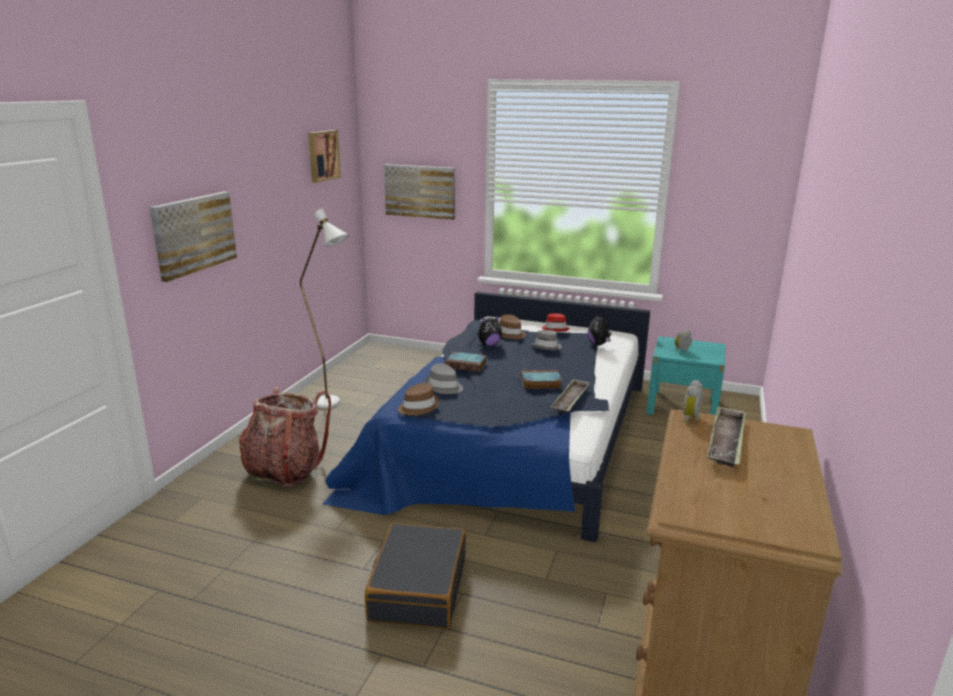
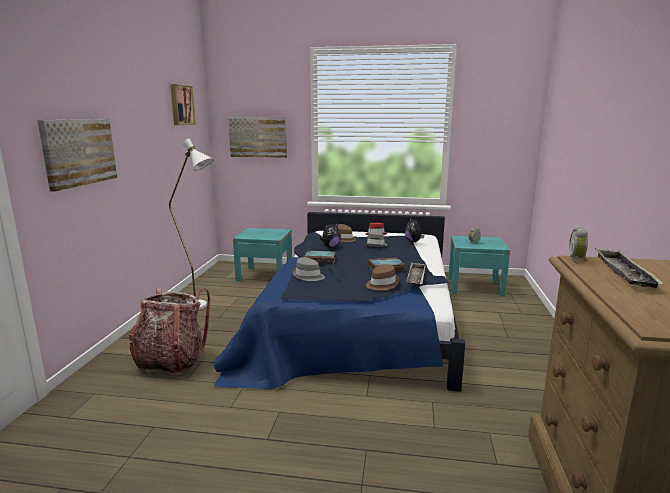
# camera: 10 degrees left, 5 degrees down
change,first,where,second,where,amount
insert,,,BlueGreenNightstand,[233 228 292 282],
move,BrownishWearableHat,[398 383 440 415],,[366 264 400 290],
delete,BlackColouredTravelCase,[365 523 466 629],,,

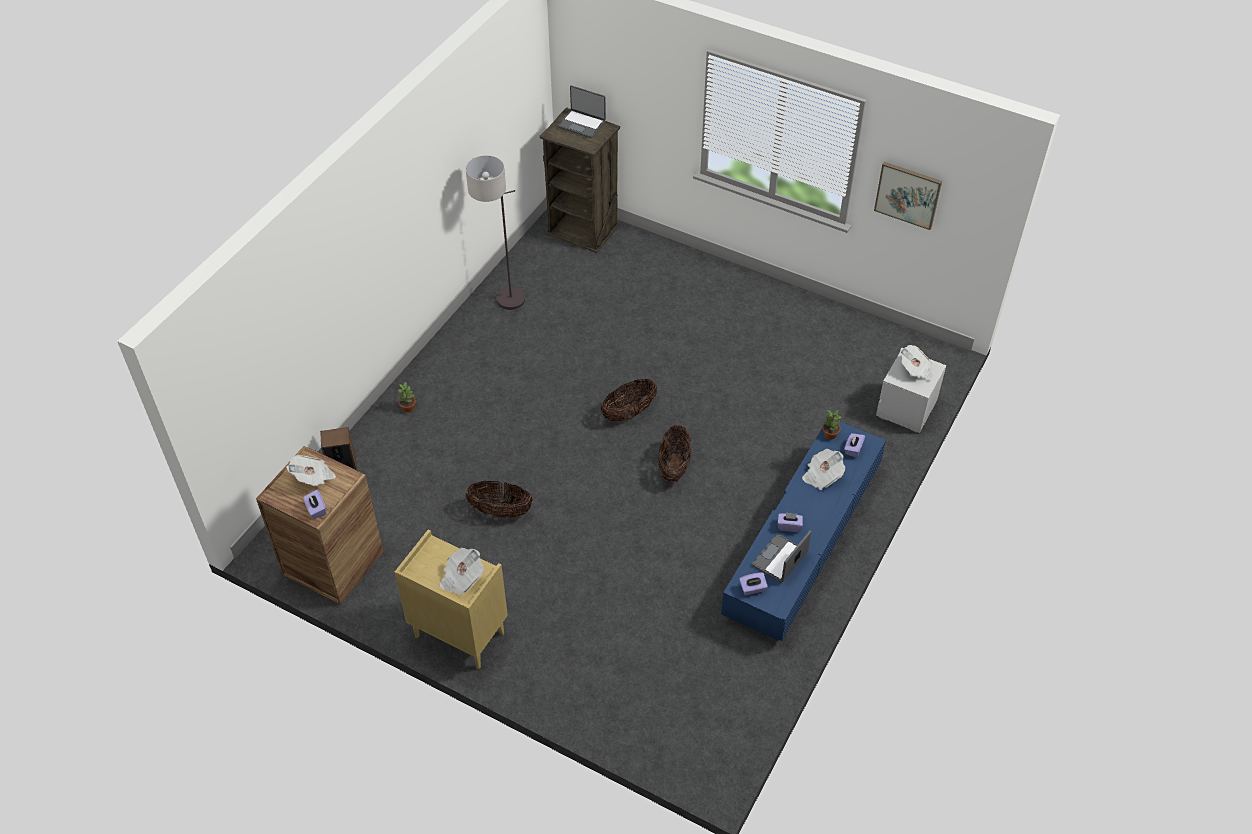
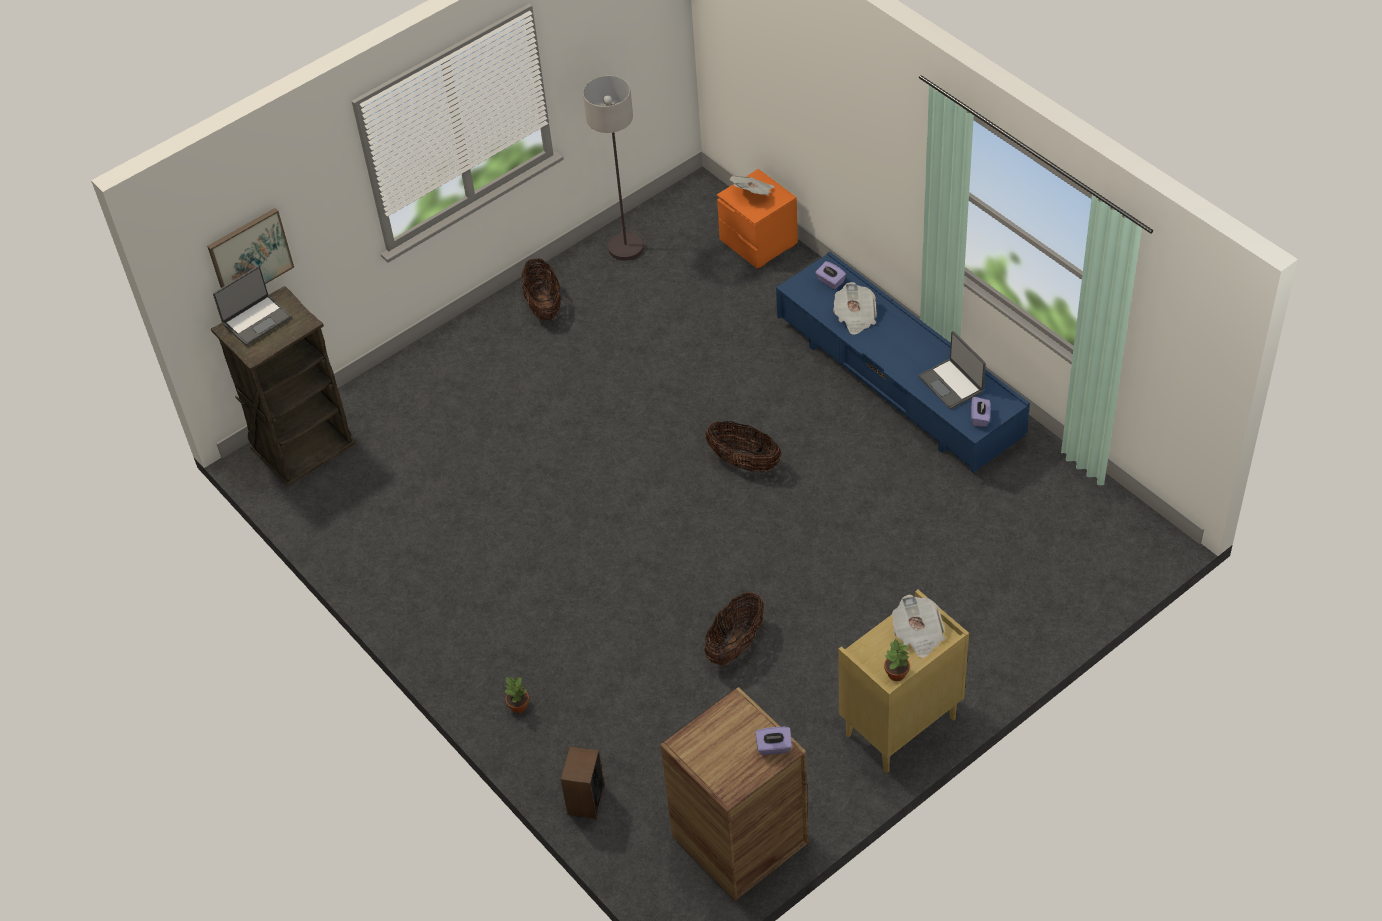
# camera: 65 degrees left, 0 degrees up
change,first,where,second,where,amount
move,WallPicture,[874 162 942 230],,[207 208 294 288],
move,Basket,[601 379 657 422],,[522 259 561 320],
move,GreyishStandardLamp,[466 155 525 310],,[583 76 644 261],
recolor,WhiteColouredNightstand,[876 353 946 433],OrangeNightstand,[717 169 798 268],
move,PlantInAPot,[823 410 841 440],,[884 638 910 681],
delete,Newspaper,[286 455 336 486],,,
delete,PurplishBoxOfTissues,[778 512 803 532],,,

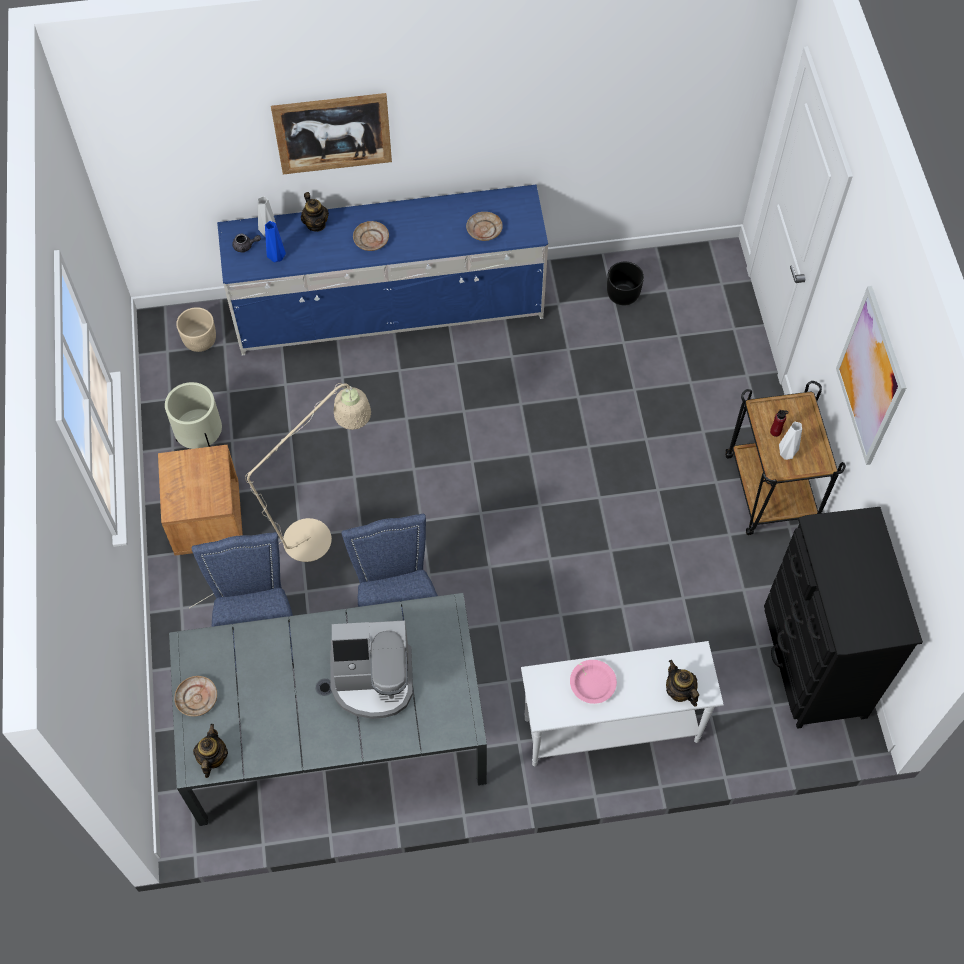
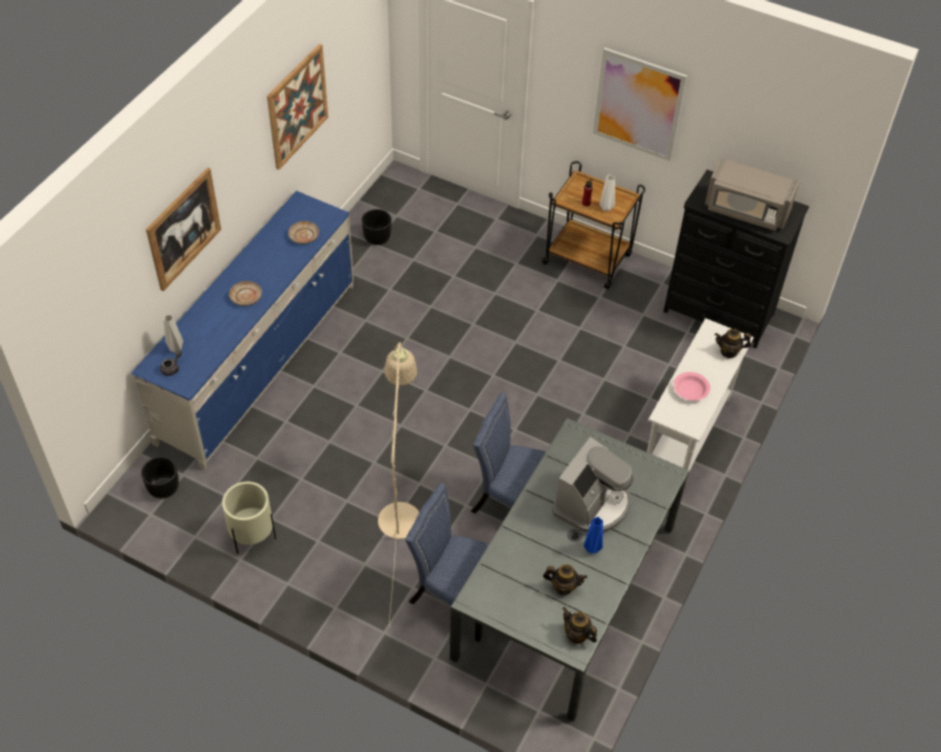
# camera: 55 degrees left, 10 degrees down
change,first,where,second,where,amount
recolor,BeigeColouredPlantPot,[176 307 216 352],BlackColouredPlantPot,[141 457 179 499],
insert,,,WallPicture,[267 44 328 170],
move,PotForTea,[301 192 329 232],,[543 564 587 595],
move,BluishFlowerVase,[265 221 286 262],,[584 517 603 554],
insert,,,GreyishMicrowaveOven,[705 158 799 231],
delete,BrownishNightstand,[158 445 243 556],,,
delete,BeigeColouredDinnerPlate,[174 676 217 717],,,

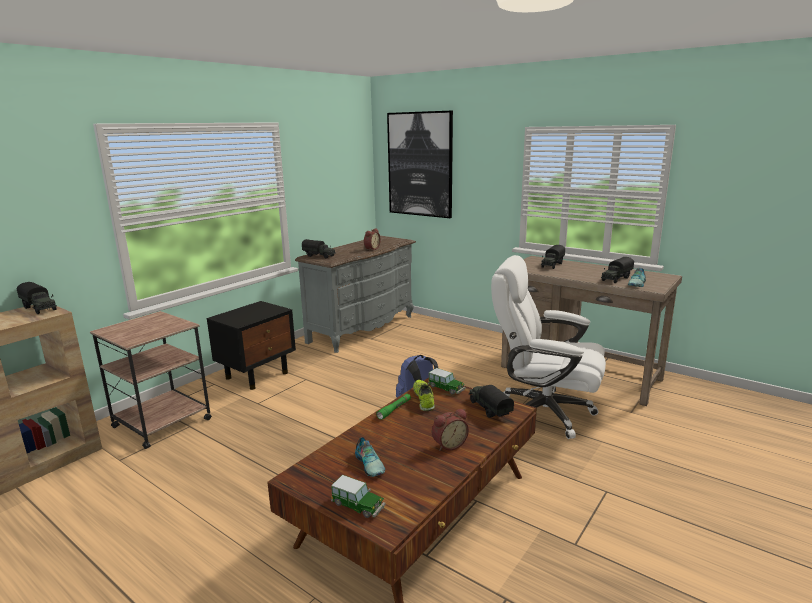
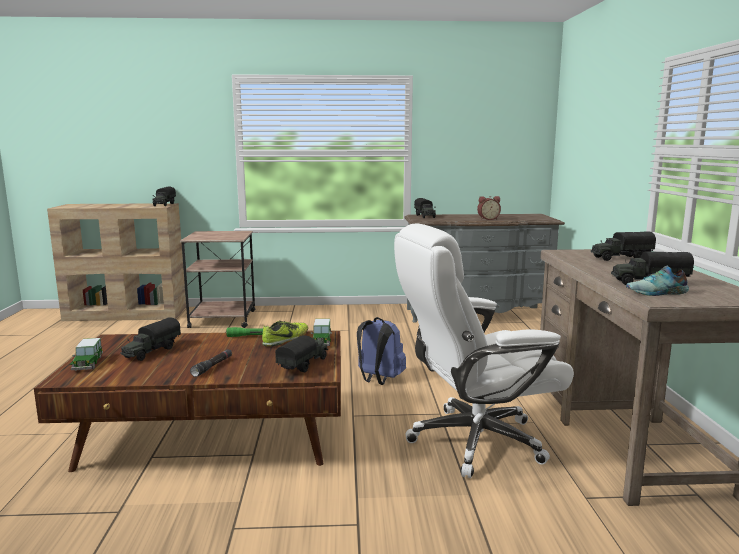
# camera: 50 degrees right, 5 degrees down
change,first,where,second,where,amount
replace,ItemOfFootwear,[355 437 385 477],ToyLorry,[120 317 181 361],
replace,BedsideClock,[432 409 469 451],BlackColouredFlashlight,[190 349 232 377],
rotate,WhiteColouredComputerChair,[491 255 606 439],,[394 223 574 478],90 degrees counterclockwise
delete,BlackColouredNightstand,[206 301 296 390],,,
delete,WallPicture,[387 111 453 218],,,

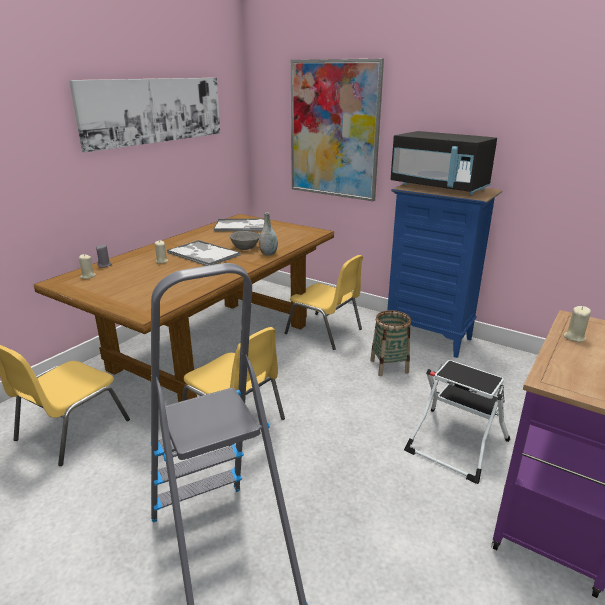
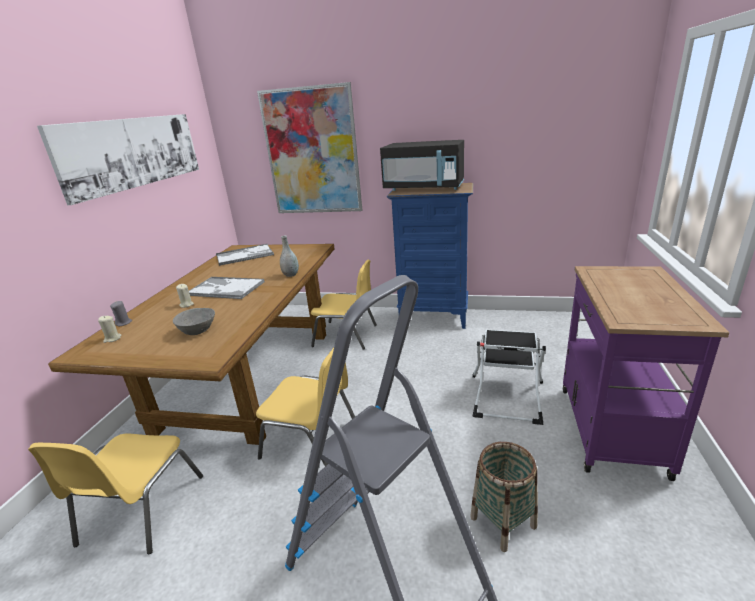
# camera: 20 degrees left, 0 degrees up
change,first,where,second,where,amount
move,GreyishBowl,[230 231 260 250],,[173 308 215 335],
move,Basket,[370 310 411 376],,[470 442 538 552],
delete,BeigeColouredWaxLight,[564 306 591 342],,,

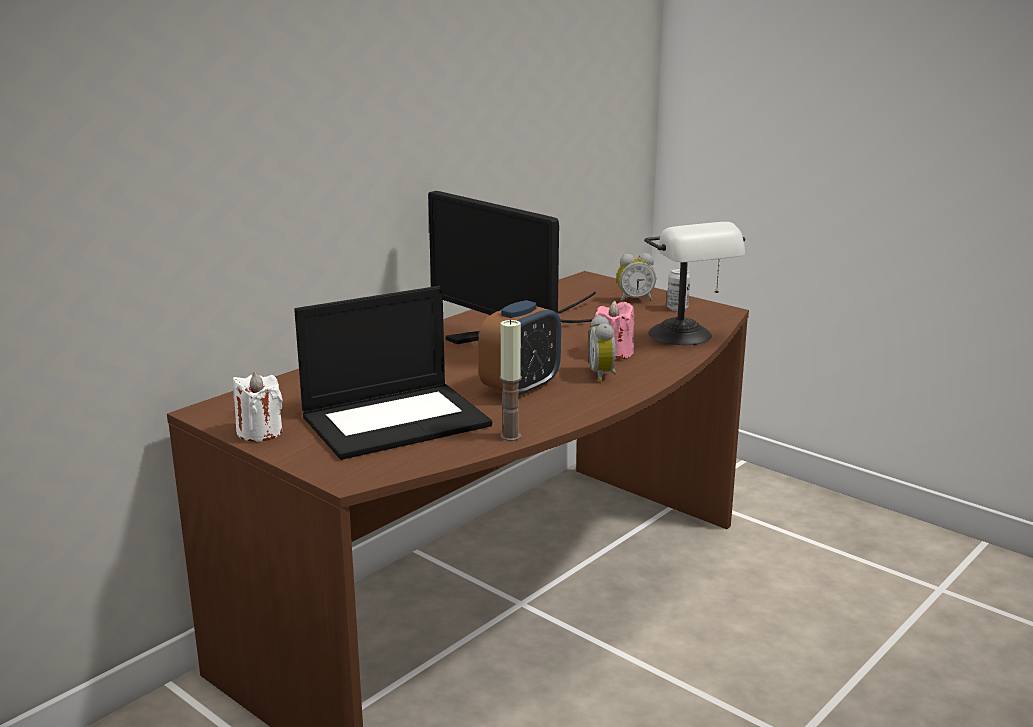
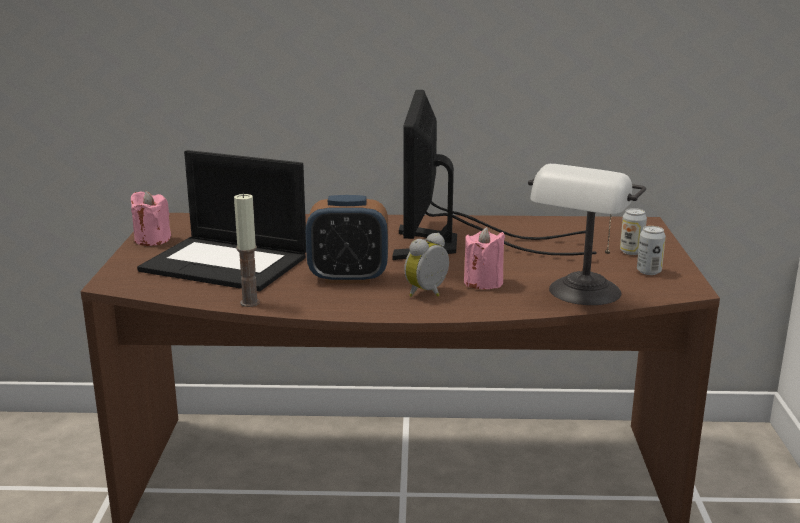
# camera: 50 degrees right, 0 degrees up
change,first,where,second,where,amount
recolor,WhiteColouredWaxLight,[233 373 283 442],PinkColouredWaxLight,[131 191 171 246],
replace,BedsideClock,[617 253 656 302],SealedCan,[620 208 647 255],

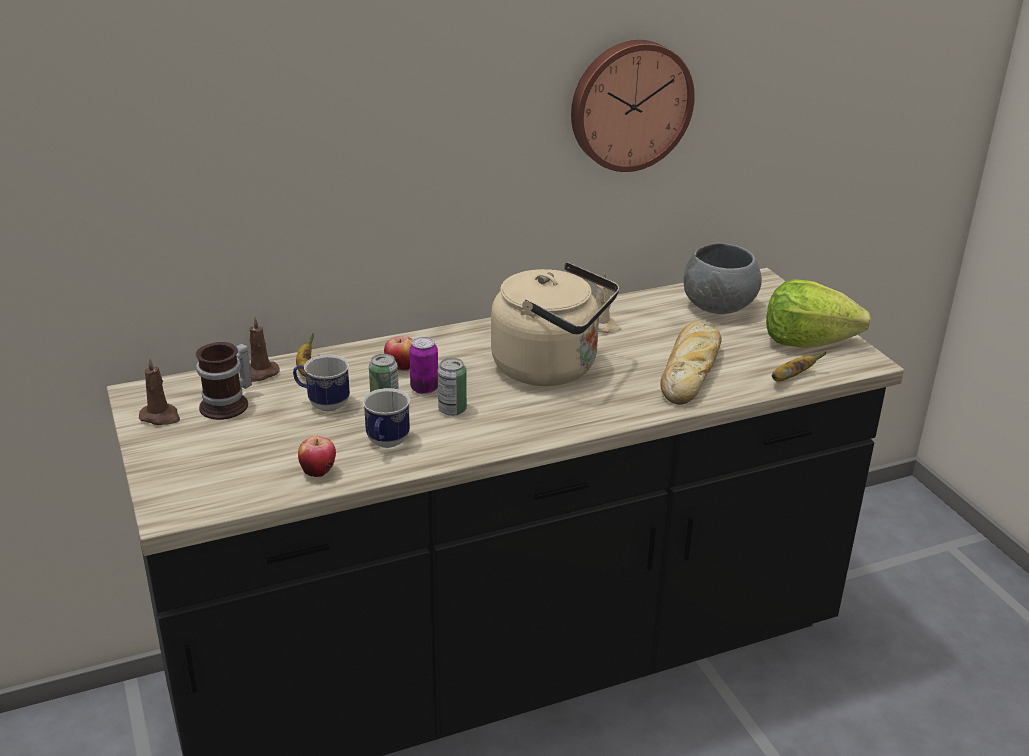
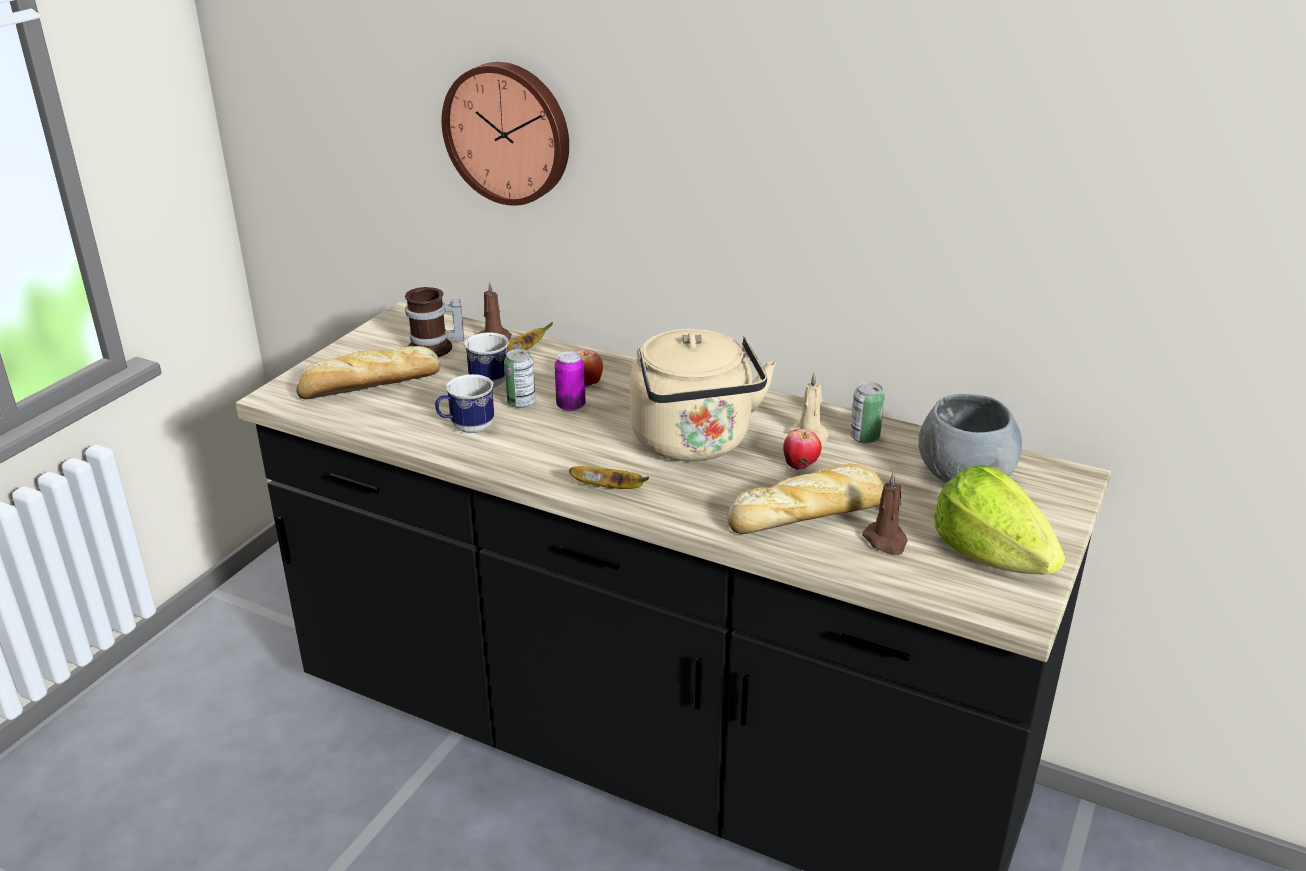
# camera: 50 degrees right, 0 degrees up
change,first,where,second,where,amount
insert,,,Bread,[296 346 440 399],
move,WallClock,[571 40 695 172],,[441 62 569 206],
move,WholeBanana,[772 352 827 382],,[569 466 649 489],
move,AppleFruit,[298 436 336 477],,[783 429 822 470],
move,SealedCan,[438 358 467 416],,[850 382 885 444],
move,BrownishWaxLight,[139 357 180 425],,[862 471 908 555],

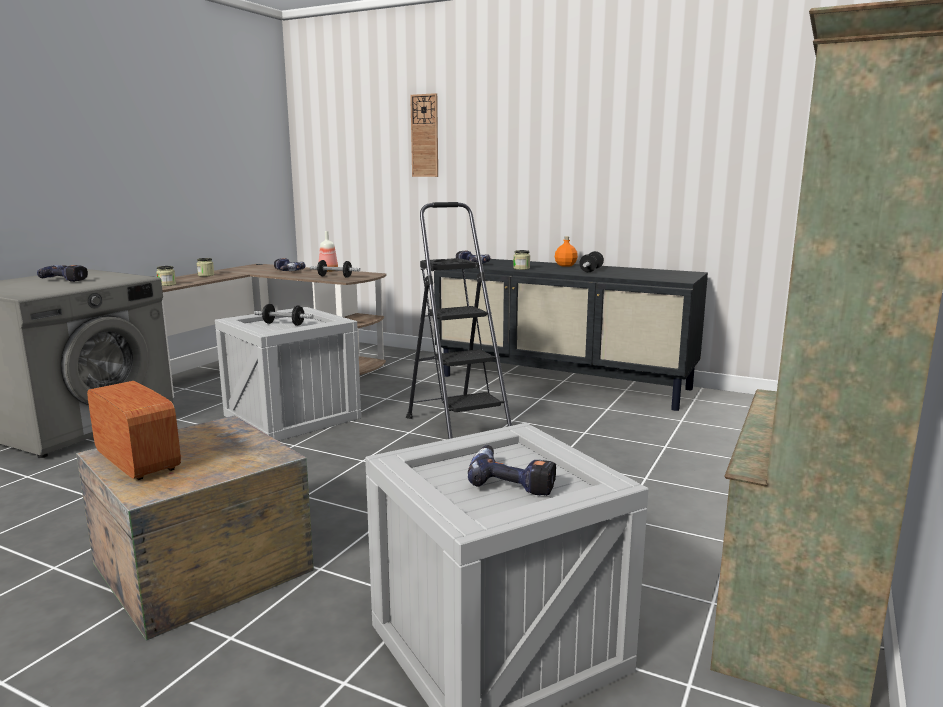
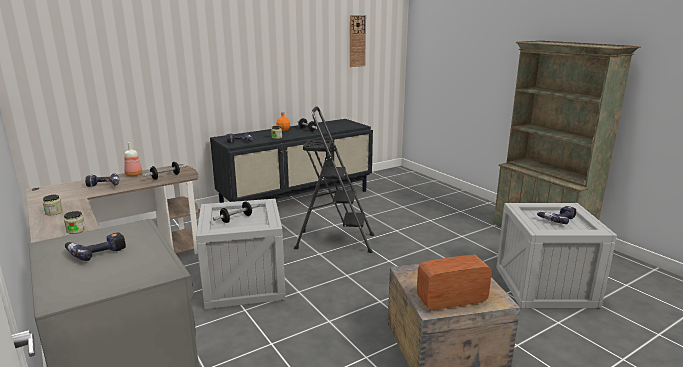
# camera: 60 degrees left, 5 degrees up
change,first,where,second,where,amount
move,WallClock,[410 93 438 177],,[350 15 366 67],

